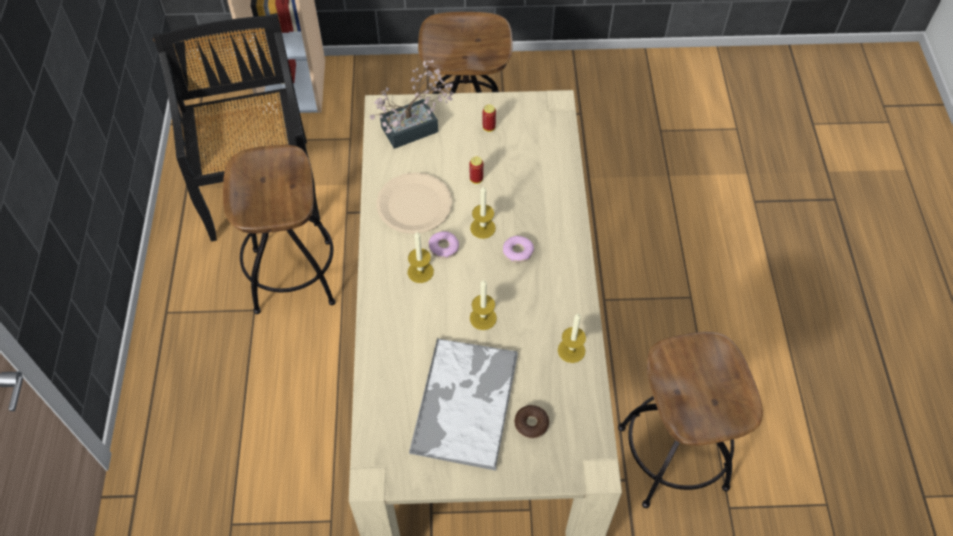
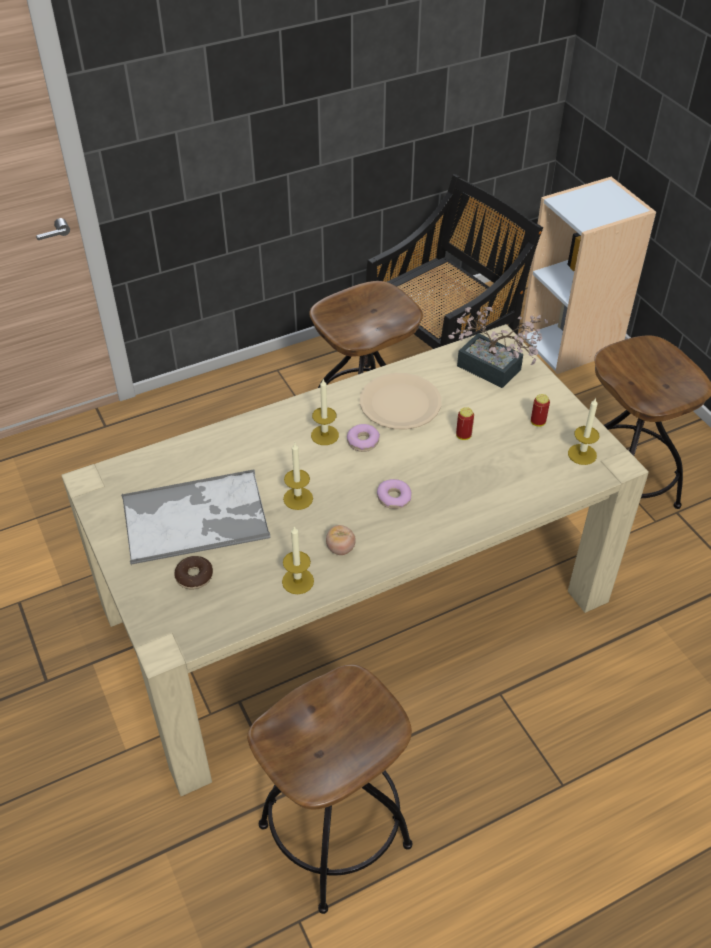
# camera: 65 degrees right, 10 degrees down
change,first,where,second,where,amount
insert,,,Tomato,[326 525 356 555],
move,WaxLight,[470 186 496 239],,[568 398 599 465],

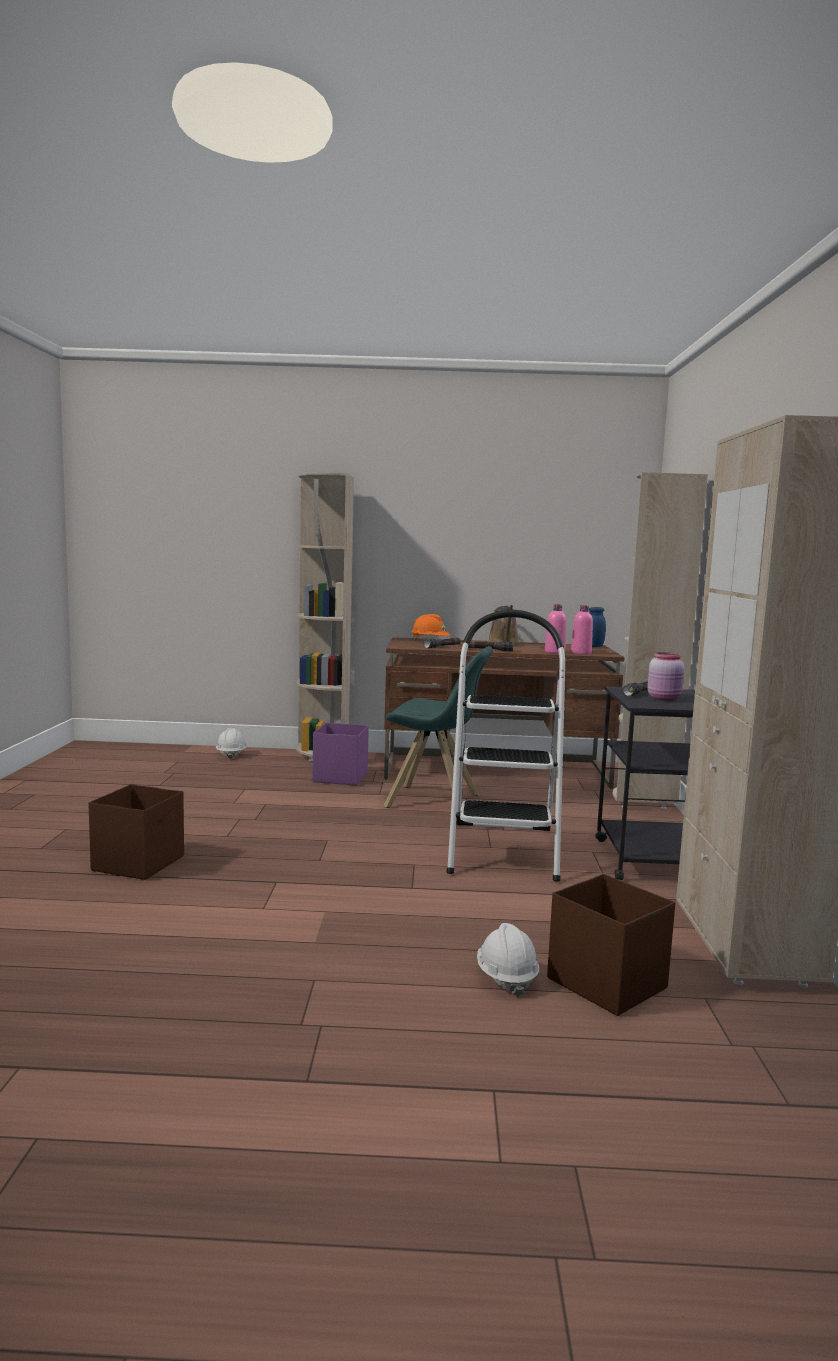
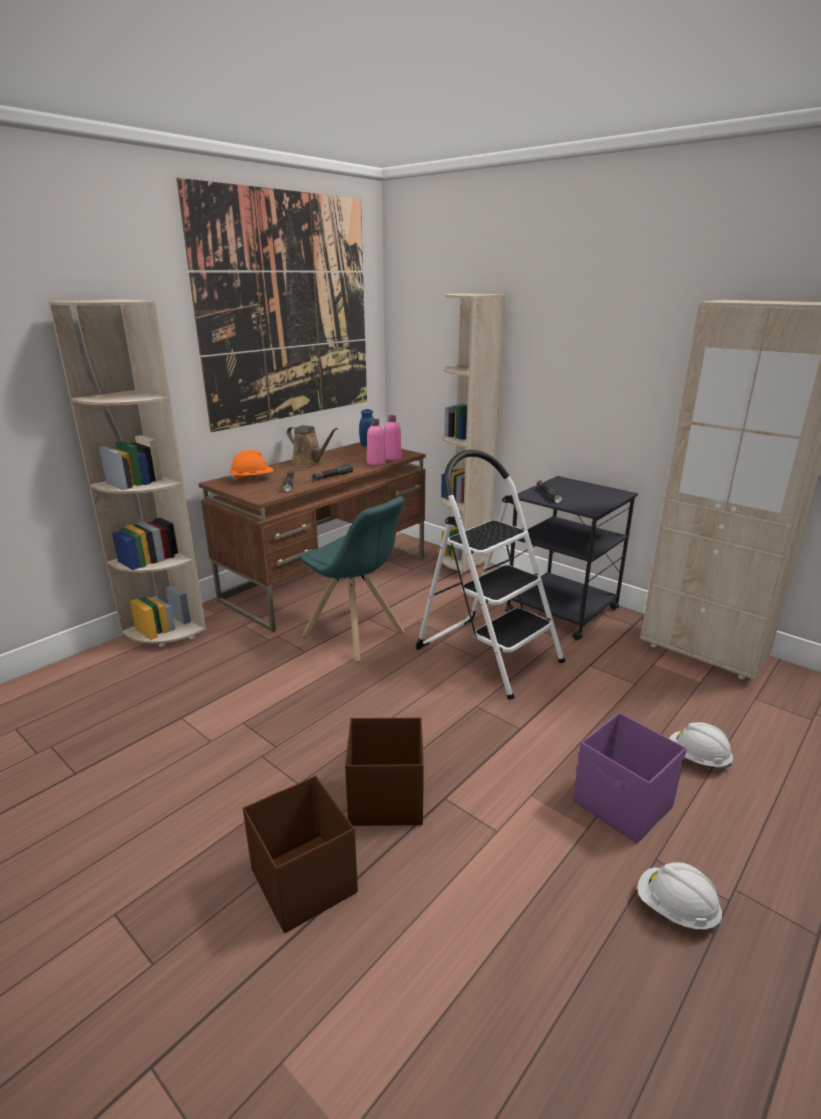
# camera: 50 degrees left, 15 degrees up
change,first,where,second,where,amount
insert,,,WallPicture,[176 178 367 432],
rotate,BlueGreenPlainChair,[384 646 493 808],,[299 496 405 662],75 degrees clockwise
move,BrownishStorageContainer,[547 874 675 1016],,[345 717 424 826],
move,PurplishStorageContainer,[312 723 369 786],,[573 713 686 844],
move,WhiteColouredWorkHelmet,[216 728 247 759],,[638 862 722 930],
delete,PinkColouredJar,[647 652 684 701],,,

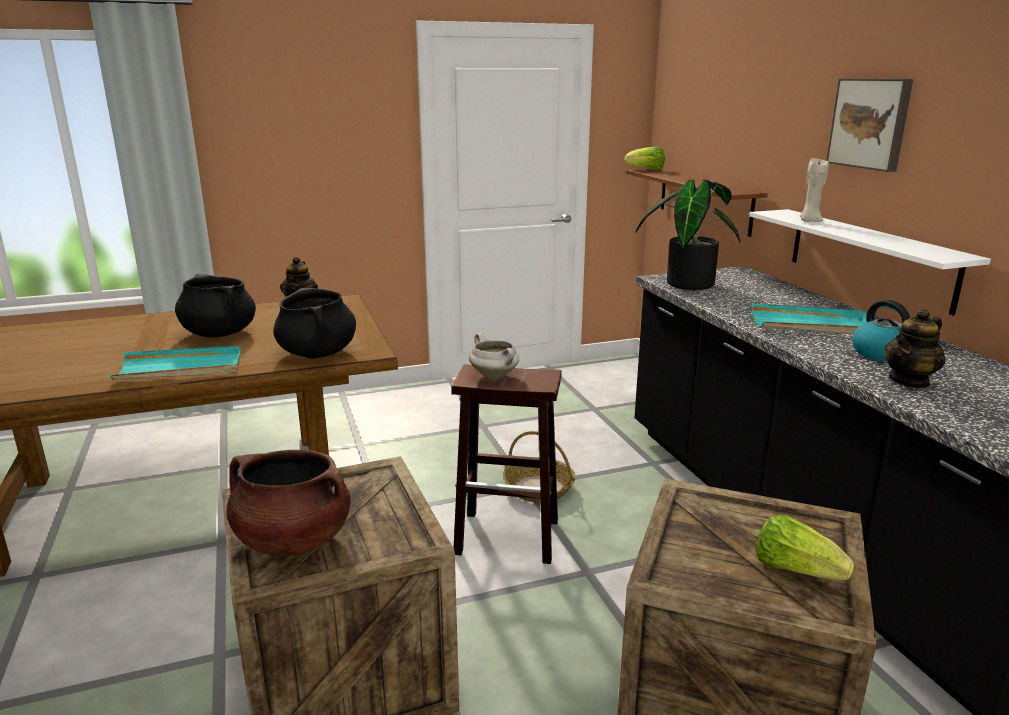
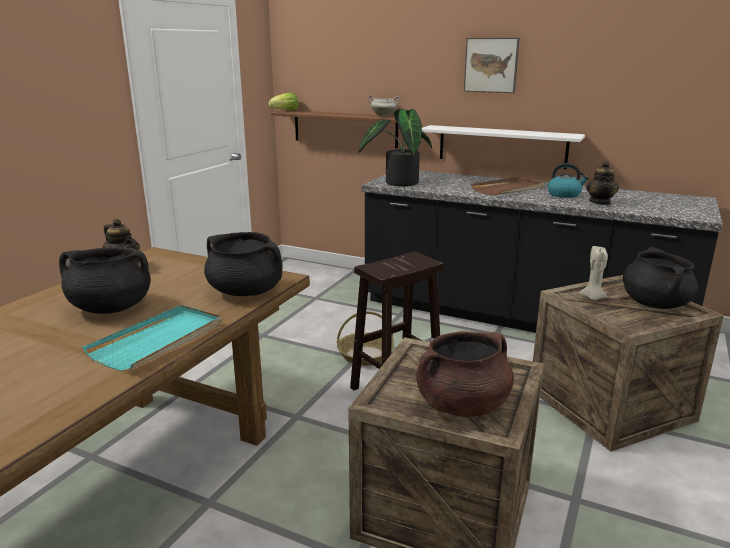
# camera: 45 degrees left, 0 degrees up
change,first,where,second,where,amount
move,WhiteColouredSaucepot,[469 333 519 378],,[368 95 400 117],
recolor,BlueGreenTray,[751 303 867 334],BrownishTray,[471 177 544 196],
move,BeigeColouredWaxLight,[800 158 829 222],,[580 246 608 301],
replace,HeadOfLettuce,[756 515 854 580],BlackColouredSaucepot,[623 247 698 309],

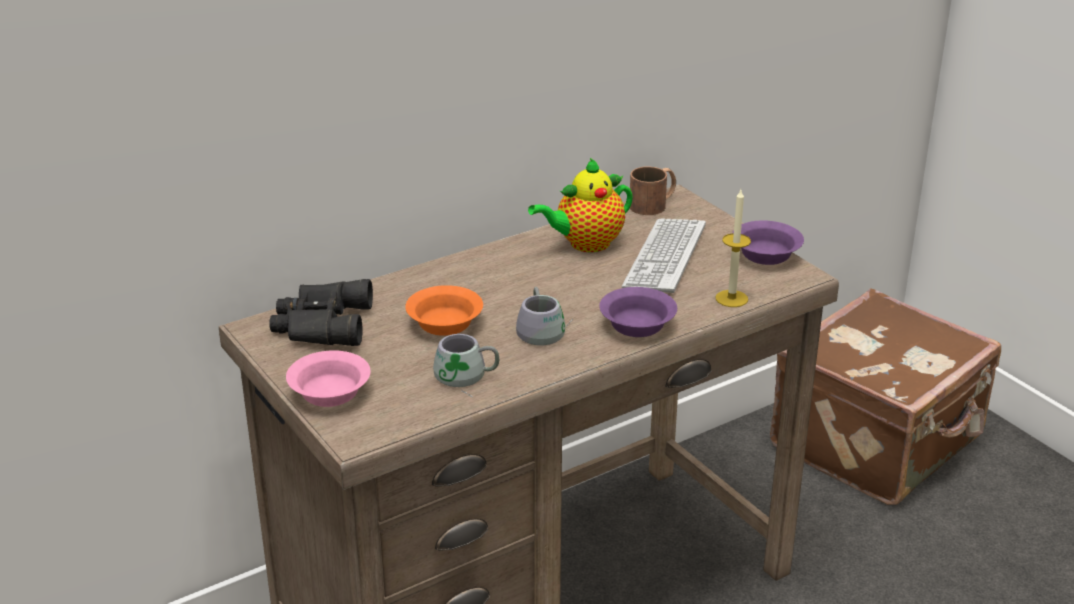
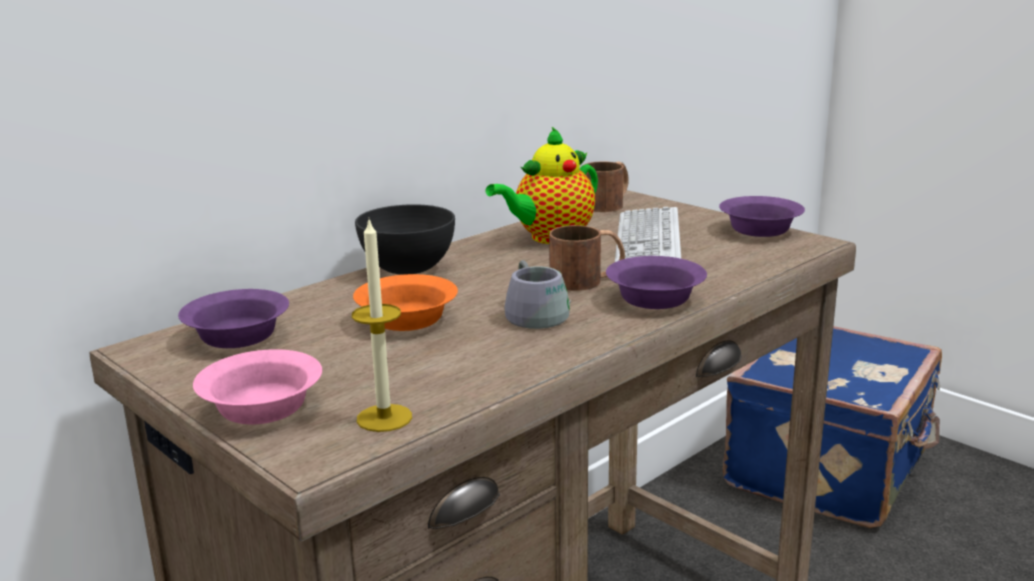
# camera: 10 degrees left, 10 degrees down
change,first,where,second,where,amount
replace,BlackColouredBinoculars,[269 279 373 346],PurplishBowl,[178 289 289 348],
move,WaxLight,[716 190 751 307],,[352 220 412 432],
insert,,,GreyishBowl,[355 204 455 275],
insert,,,BrownishMug,[549 225 625 291],
recolor,BrownishTravelCase,[770 288 1001 505],BluishTravelCase,[723 326 942 528],
delete,GreyishMug,[433 334 499 398],,,

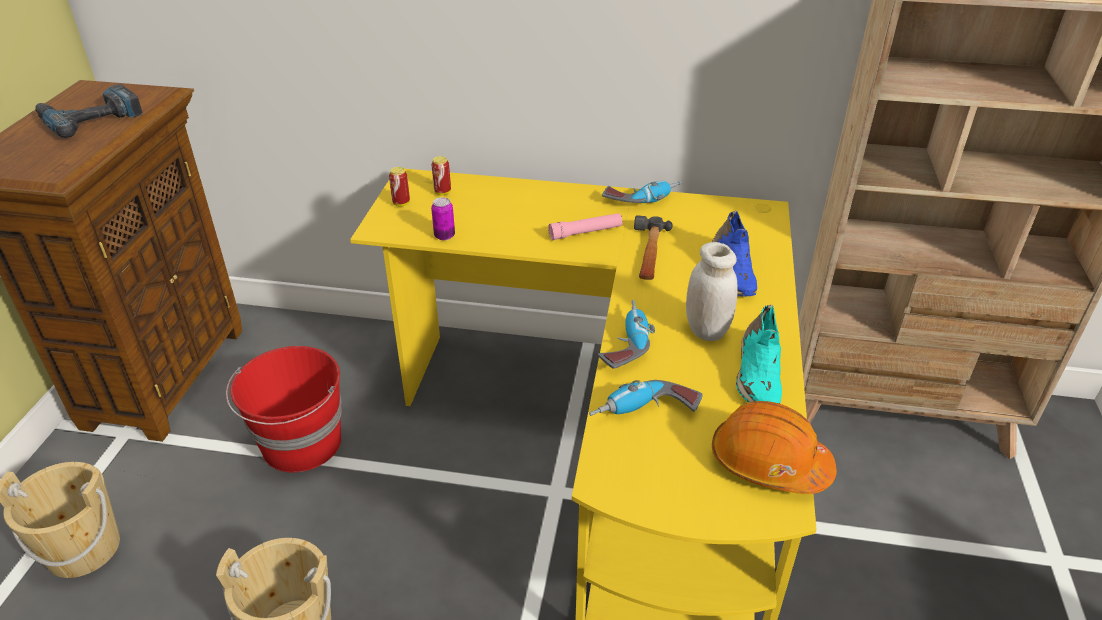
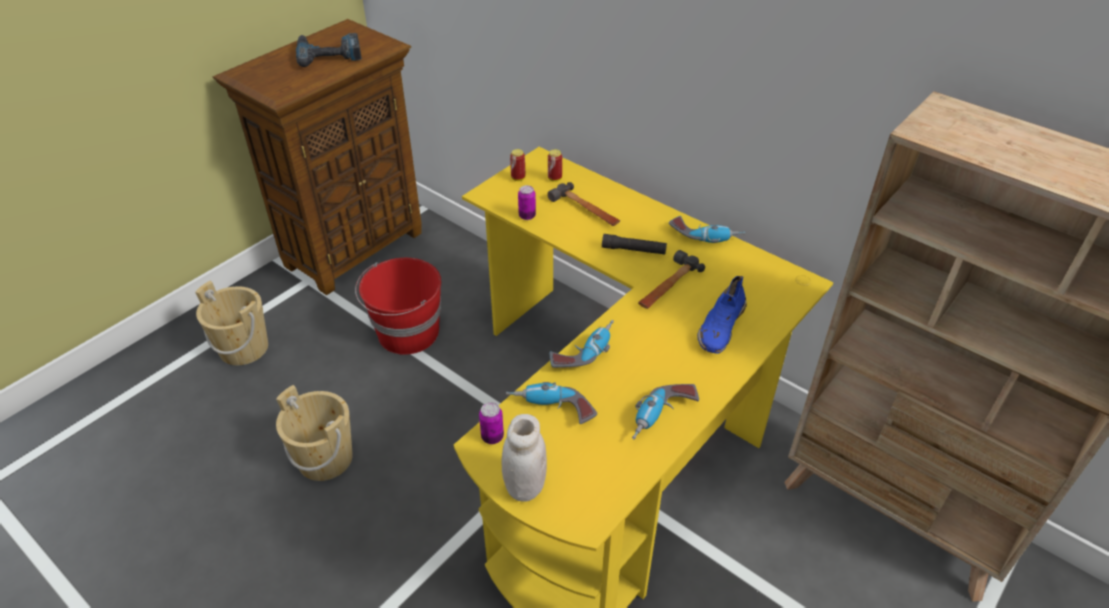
# camera: 30 degrees right, 5 degrees up
change,first,where,second,where,amount
insert,,,SealedCan,[479 402 504 444],
move,WhiteColouredJar,[686 242 738 341],,[501 414 547 502],
insert,,,ToolHammer,[547 182 620 226],
recolor,PinkColouredFlashlight,[548 213 622 240],BlackColouredFlashlight,[602 234 667 254],
replace,BlueGreenItemOfFootwear,[736 305 782 404],PowerDrill,[632 384 699 439],
delete,OrangeWorkHelmet,[712 401 837 494],,,

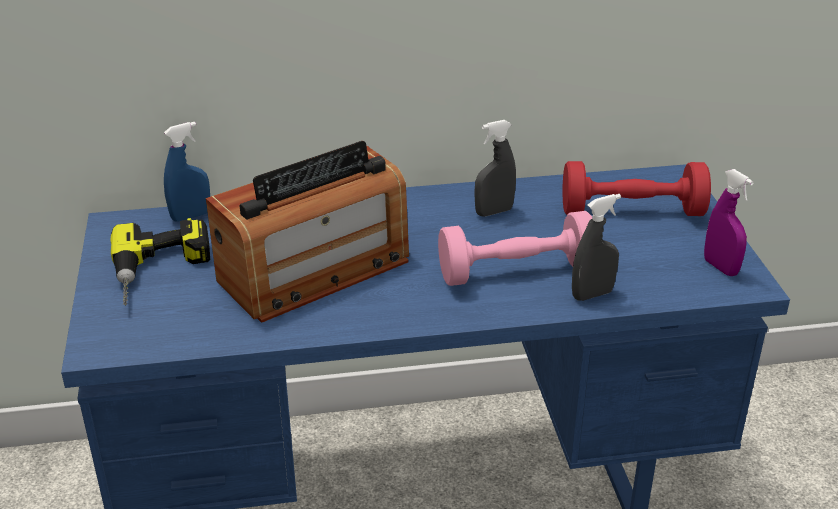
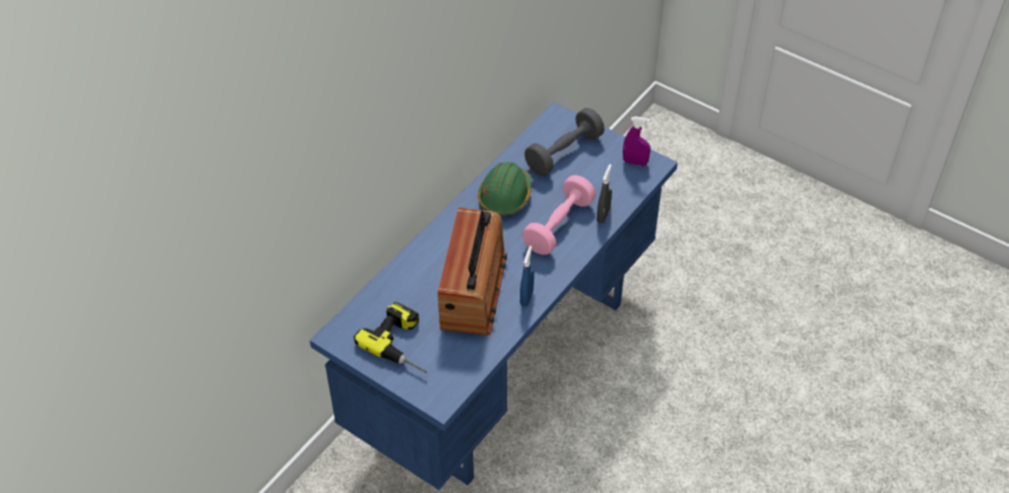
# camera: 45 degrees left, 15 degrees up
change,first,where,second,where,amount
replace,GreyishHandSprayer,[474 120 516 216],GreenishWorkHelmet,[478 162 532 216],
move,BluishHandSprayer,[164 122 210 221],,[520 246 534 307],
recolor,ReddishFreeWeight,[563 161 711 216],GreyishFreeWeight,[525 108 604 176],

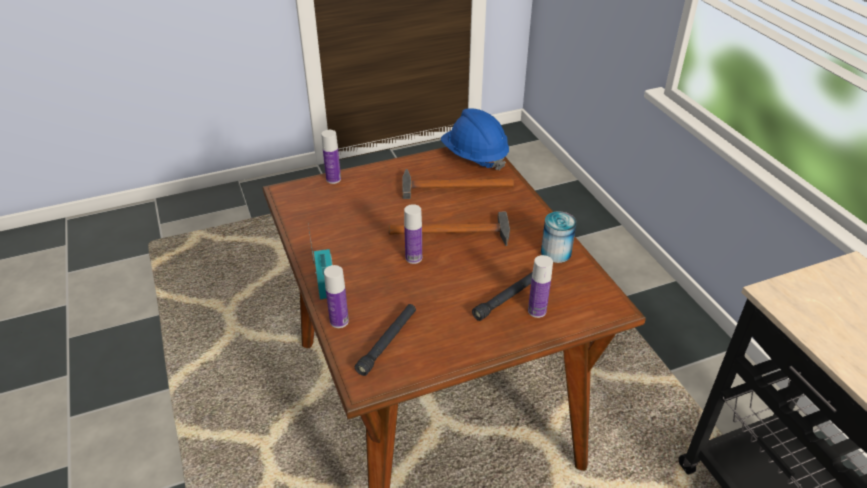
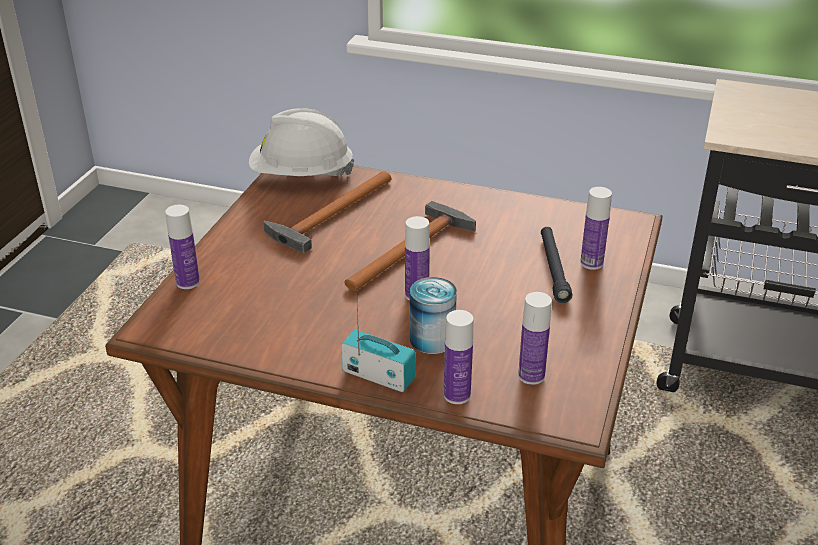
# camera: 50 degrees left, 5 degrees down
change,first,where,second,where,amount
recolor,BluishWorkHelmet,[441 108 509 170],WhiteColouredWorkHelmet,[249 108 354 176],
move,SealedCan,[541 211 577 263],,[410 277 457 354],
replace,BlackColouredFlashlight,[355 304 416 376],DrinkBottle,[518 292 552 385],

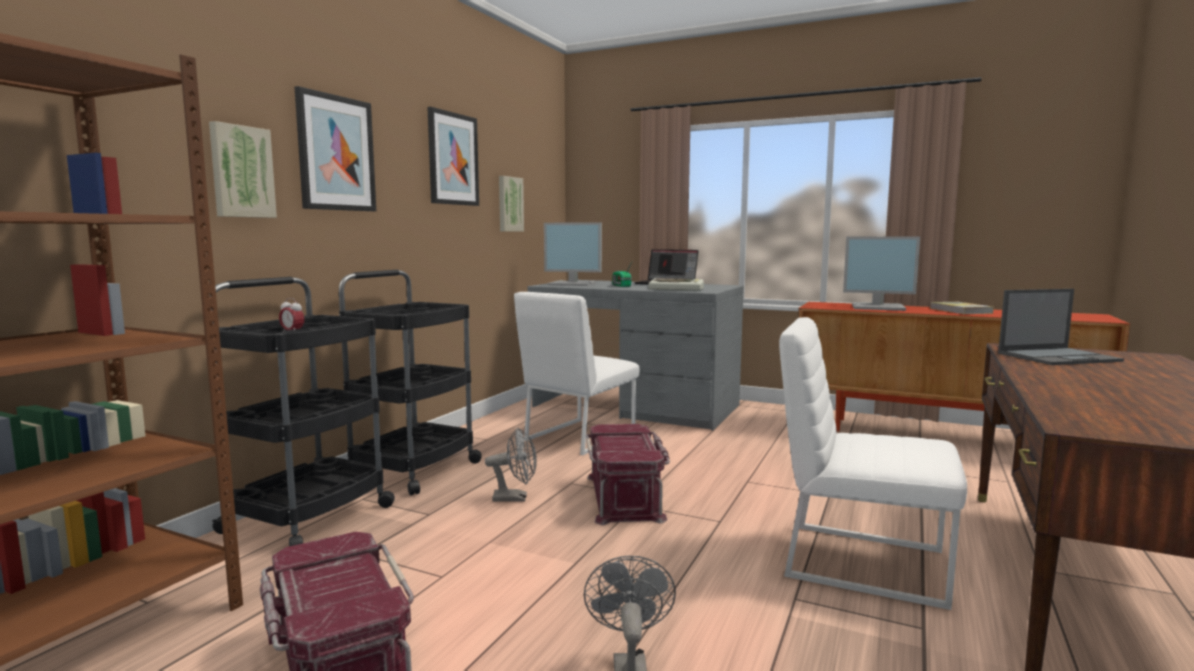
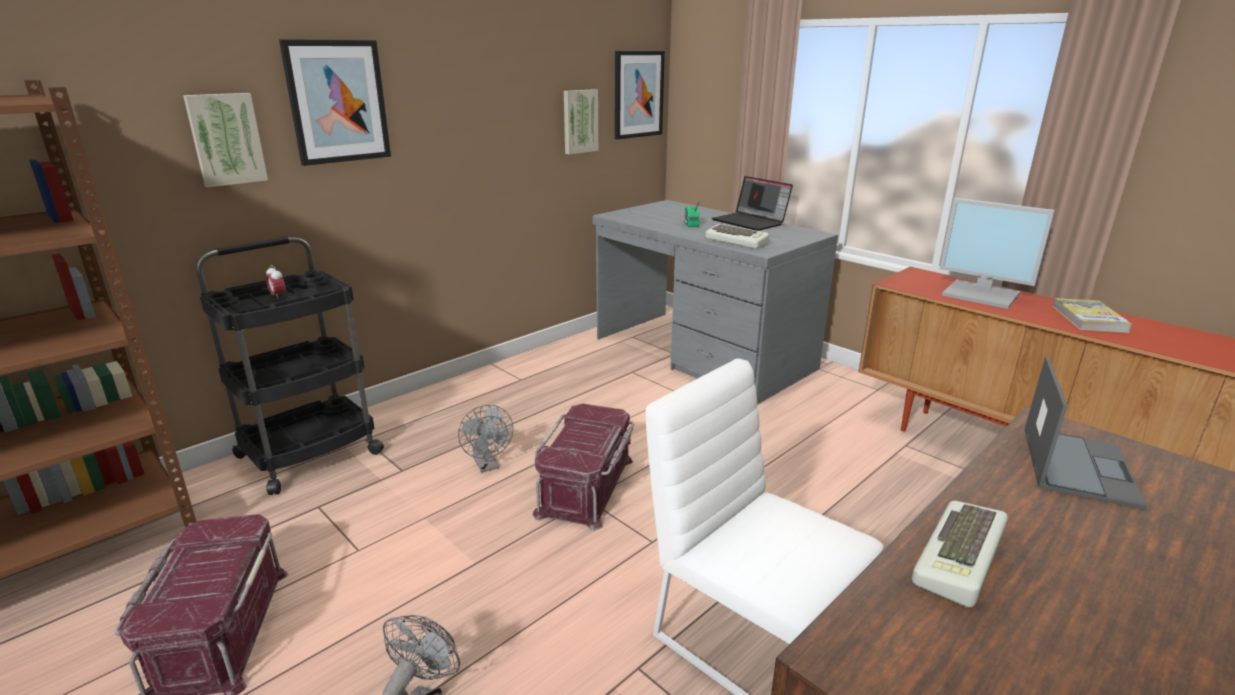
# camera: 20 degrees right, 15 degrees up
change,first,where,second,where,amount
rotate,GreyishCoolingFan,[485 428 537 502],,[458 405 513 472],45 degrees clockwise
move,WallPicture,[427 107 479 206],,[615 51 665 140],
insert,,,PcKeyboard,[912 501 1008 608],
rotate,Laptop,[998 289 1124 365],,[1025 356 1147 509],75 degrees counterclockwise
delete,BlackColouredCart,[339 270 482 495],,,
delete,WhiteColouredPlainChair,[514 292 639 455],,,
delete,ComputerDisplay,[544 222 602 286],,,

